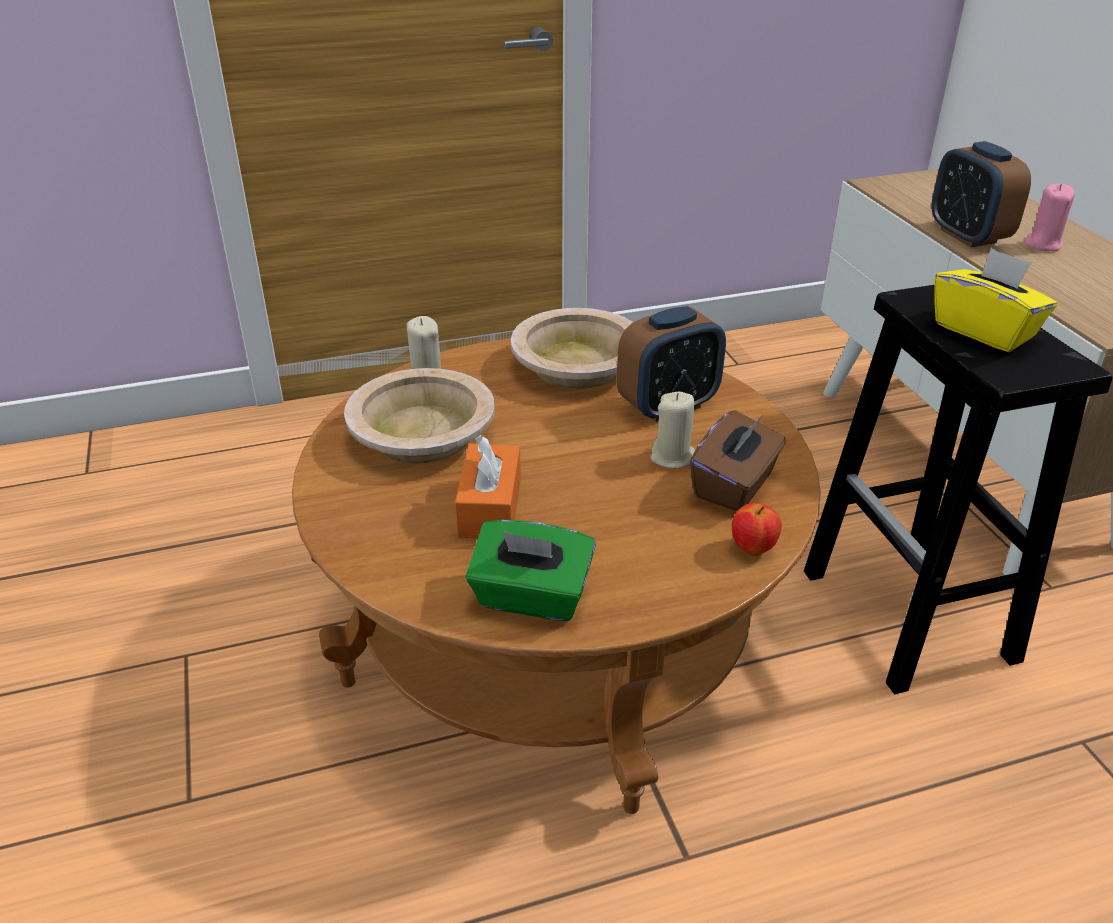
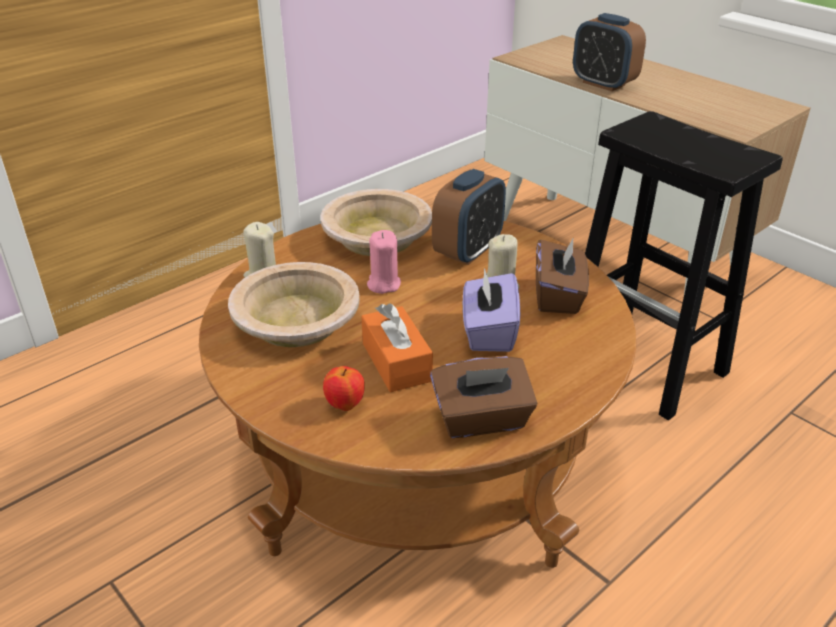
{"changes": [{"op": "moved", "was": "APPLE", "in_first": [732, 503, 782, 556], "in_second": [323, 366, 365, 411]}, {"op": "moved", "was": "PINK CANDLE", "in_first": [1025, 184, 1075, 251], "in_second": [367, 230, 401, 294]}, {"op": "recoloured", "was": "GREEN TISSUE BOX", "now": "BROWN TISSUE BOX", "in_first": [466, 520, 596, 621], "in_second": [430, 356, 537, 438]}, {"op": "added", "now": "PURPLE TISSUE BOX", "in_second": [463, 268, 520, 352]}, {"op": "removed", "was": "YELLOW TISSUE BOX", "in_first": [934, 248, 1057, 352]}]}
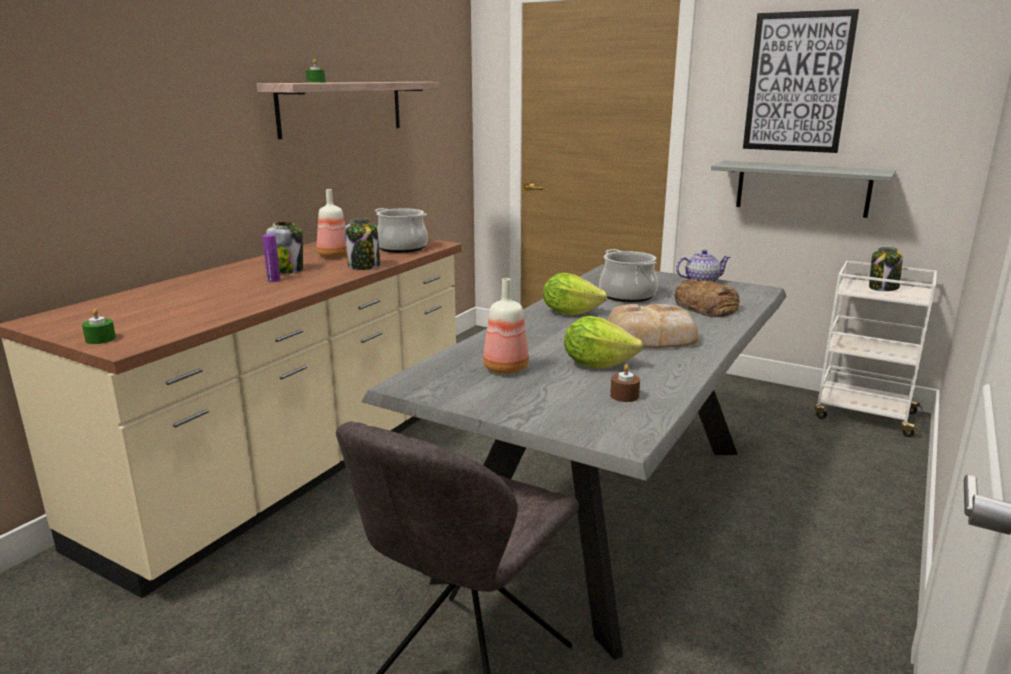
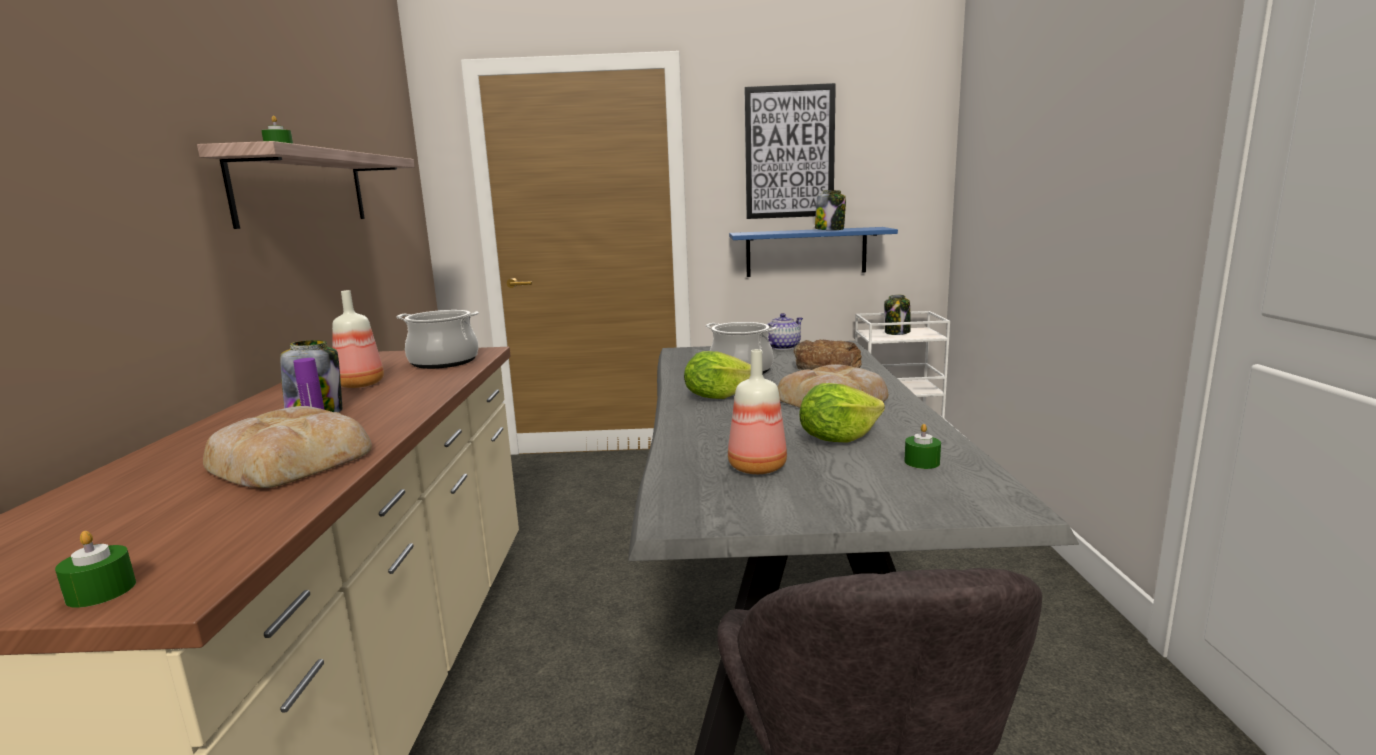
{"changes": [{"op": "added", "now": "BREAD", "in_second": [203, 406, 372, 488]}, {"op": "recoloured", "was": "GREY SHELF", "now": "BLUE SHELF", "in_first": [711, 161, 896, 218], "in_second": [729, 227, 898, 277]}, {"op": "moved", "was": "JAR", "in_first": [345, 218, 380, 270], "in_second": [815, 190, 846, 230]}, {"op": "recoloured", "was": "BROWN CANDLE", "now": "GREEN CANDLE", "in_first": [610, 364, 640, 402], "in_second": [904, 424, 941, 469]}]}
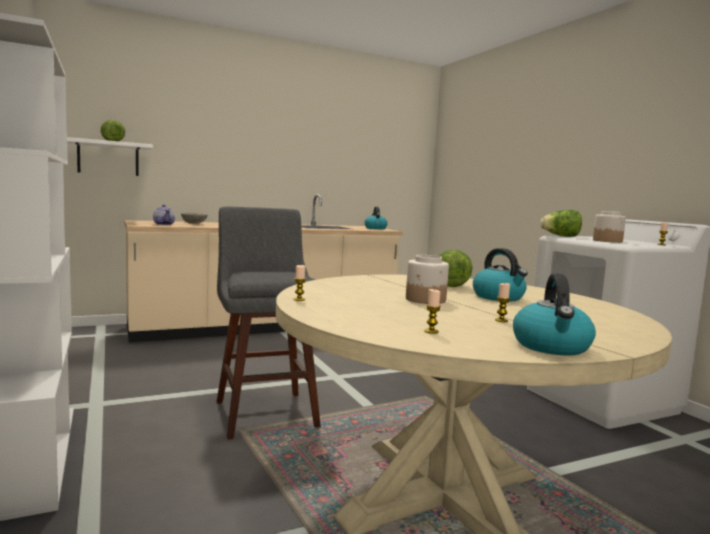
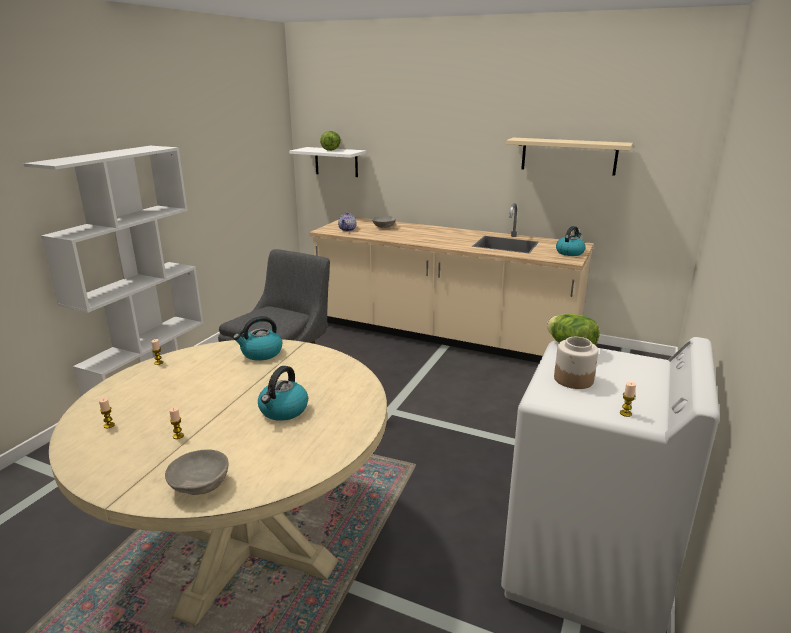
{"changes": [{"op": "added", "now": "GREY BOWL", "in_second": [165, 449, 228, 495]}, {"op": "moved", "was": "KETTLE", "in_first": [513, 273, 596, 355], "in_second": [233, 316, 282, 361]}, {"op": "added", "now": "BEIGE SHELF", "in_second": [506, 138, 633, 176]}, {"op": "removed", "was": "JAR", "in_first": [406, 255, 449, 304]}, {"op": "removed", "was": "LETTUCE", "in_first": [438, 249, 473, 287]}]}
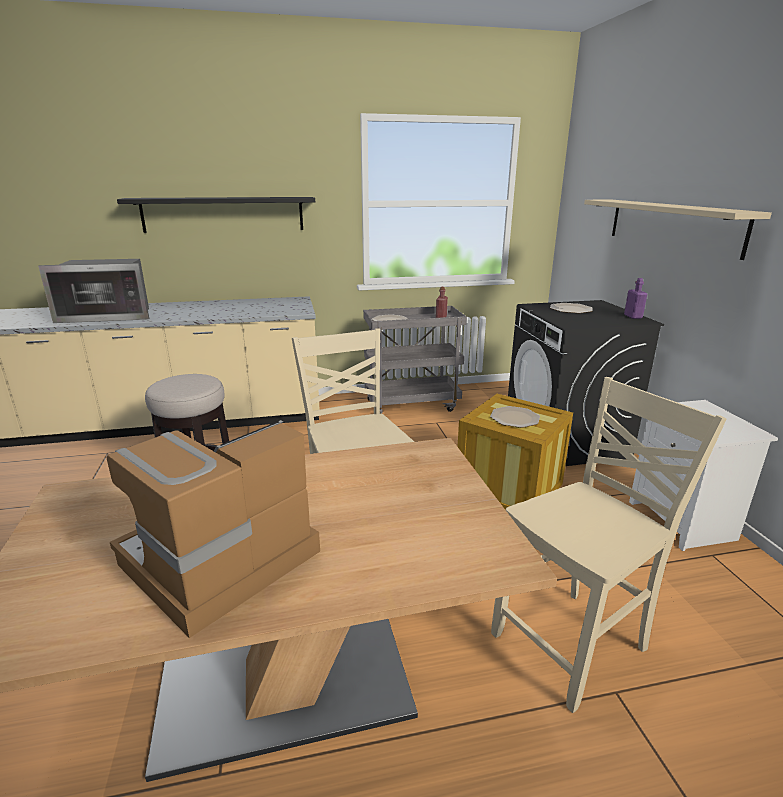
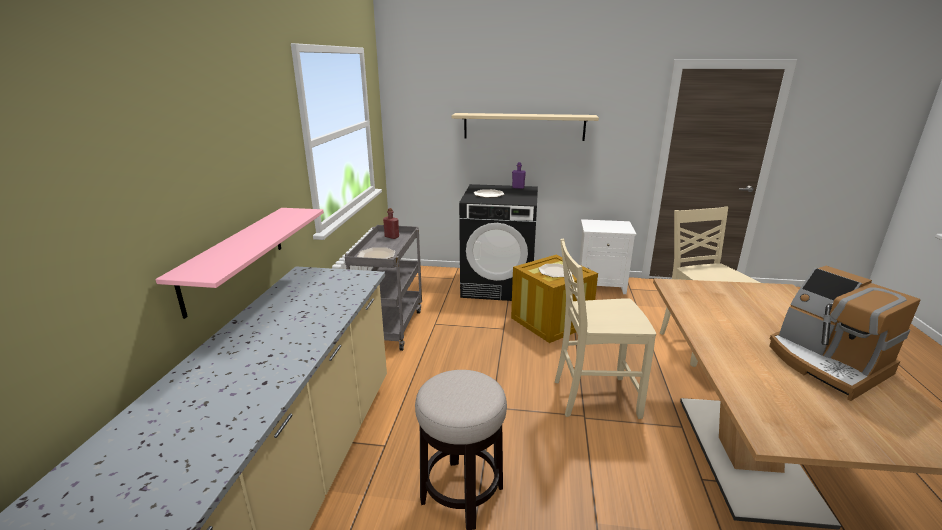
{"changes": [{"op": "added", "now": "PINK SHELF", "in_second": [155, 208, 324, 319]}, {"op": "removed", "was": "MICROWAVE", "in_first": [38, 259, 149, 323]}, {"op": "removed", "was": "BLACK SHELF", "in_first": [117, 197, 315, 233]}]}
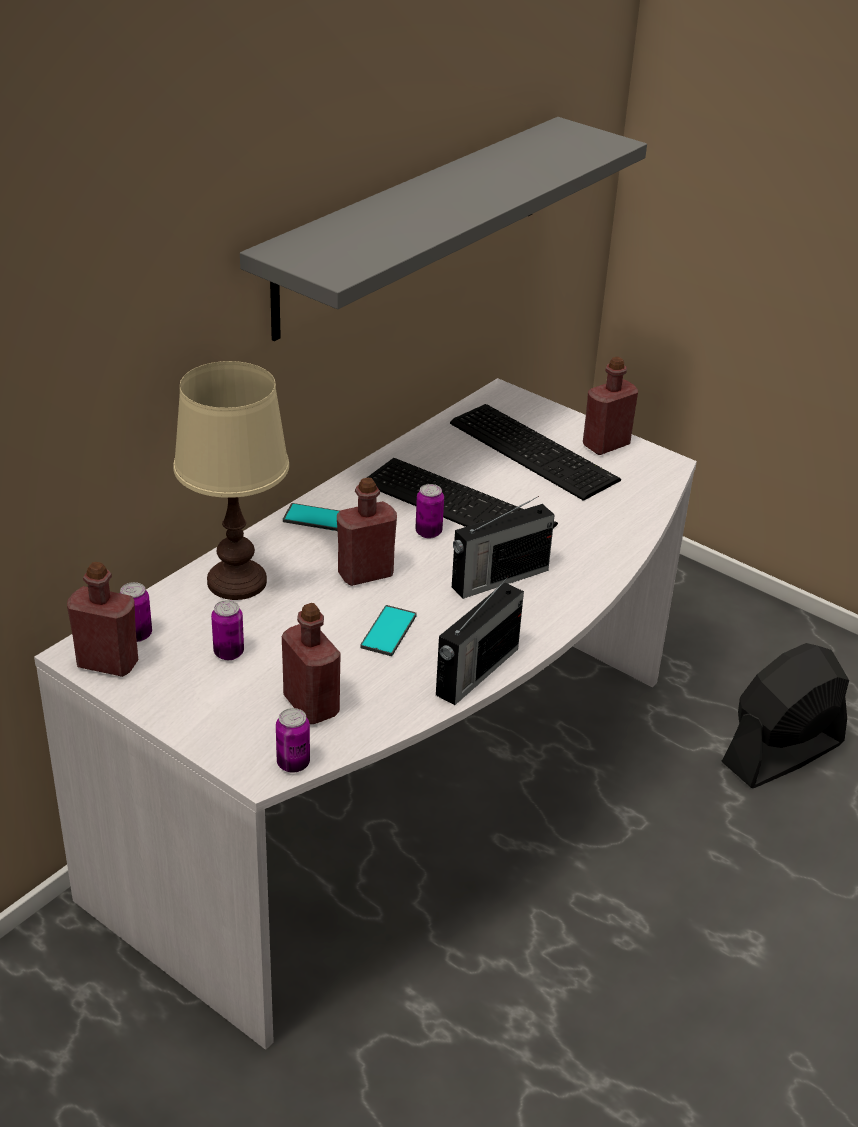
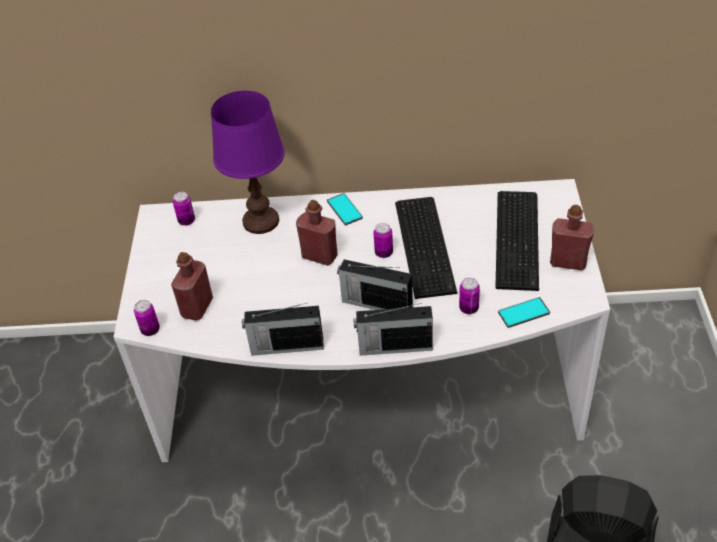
{"changes": [{"op": "recoloured", "was": "BEIGE TABLE LAMP", "now": "PURPLE TABLE LAMP", "in_first": [173, 361, 289, 600], "in_second": [211, 91, 285, 234]}, {"op": "added", "now": "RADIO", "in_second": [353, 303, 433, 356]}, {"op": "moved", "was": "CAN", "in_first": [211, 600, 244, 660], "in_second": [459, 278, 480, 314]}, {"op": "moved", "was": "PHONE", "in_first": [360, 605, 417, 656], "in_second": [498, 297, 550, 328]}, {"op": "removed", "was": "RED BOTTLE", "in_first": [67, 562, 138, 677]}, {"op": "removed", "was": "GREY SHELF", "in_first": [240, 117, 647, 341]}]}
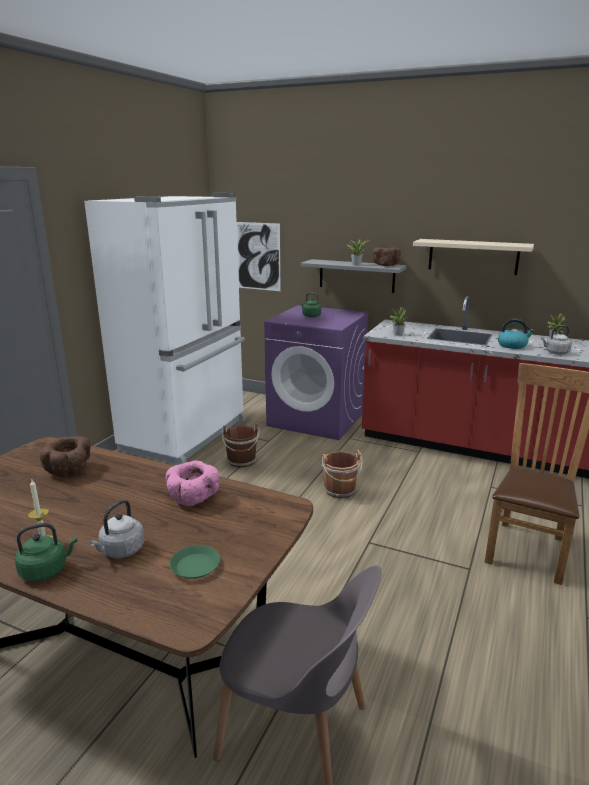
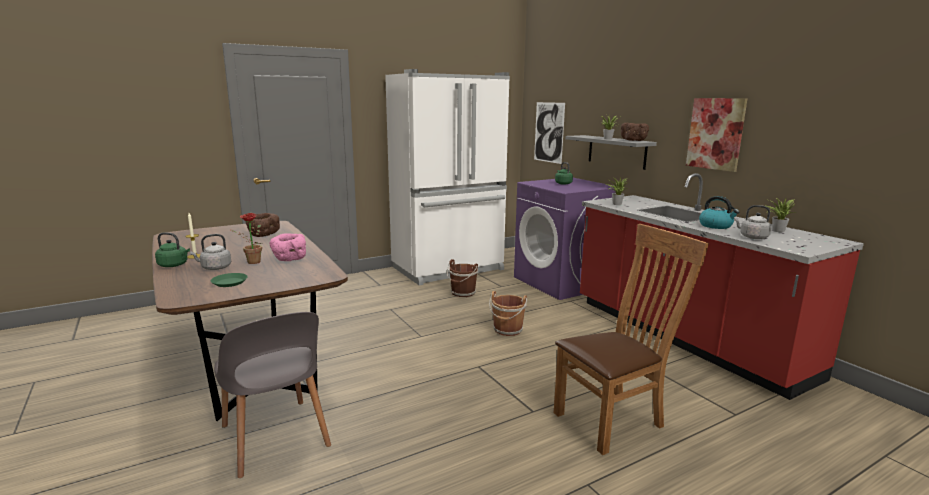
{"changes": [{"op": "added", "now": "POTTED PLANT", "in_second": [231, 213, 262, 264]}, {"op": "replaced", "was": "BEIGE SHELF", "now": "PICTURE", "in_first": [413, 239, 534, 275], "in_second": [686, 98, 747, 172]}]}
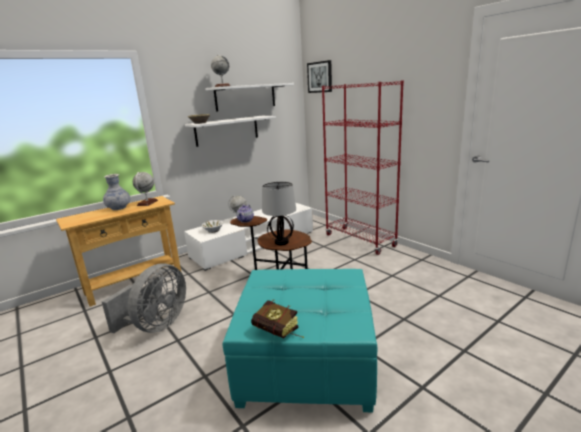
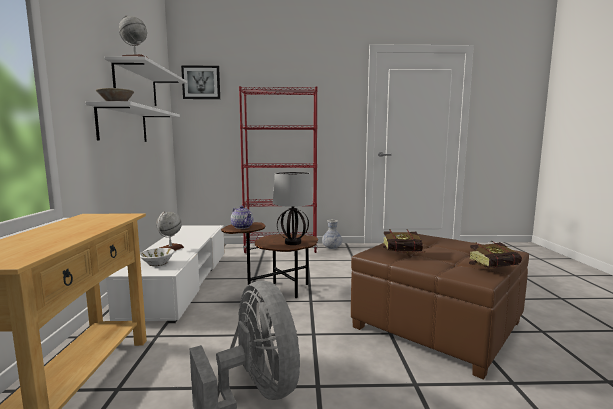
{"changes": [{"op": "moved", "was": "VASE", "in_first": [103, 174, 130, 210], "in_second": [322, 220, 342, 249]}, {"op": "recoloured", "was": "TURQUOISE OTTOMAN", "now": "BROWN OTTOMAN", "in_first": [222, 269, 377, 413], "in_second": [351, 234, 529, 380]}, {"op": "added", "now": "BOOK", "in_second": [383, 230, 426, 253]}, {"op": "removed", "was": "GLOBE", "in_first": [133, 172, 158, 206]}]}
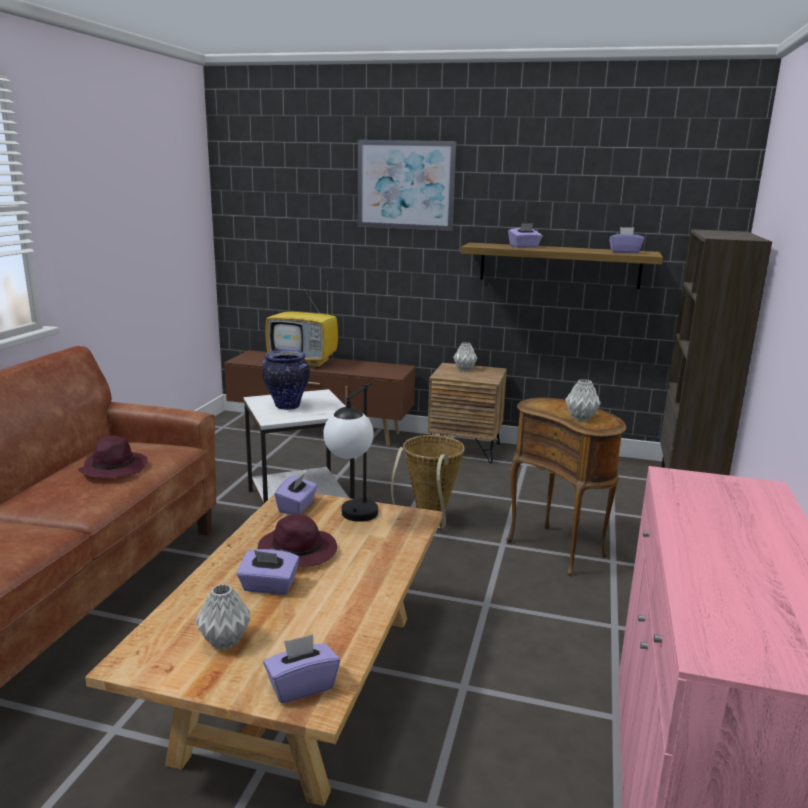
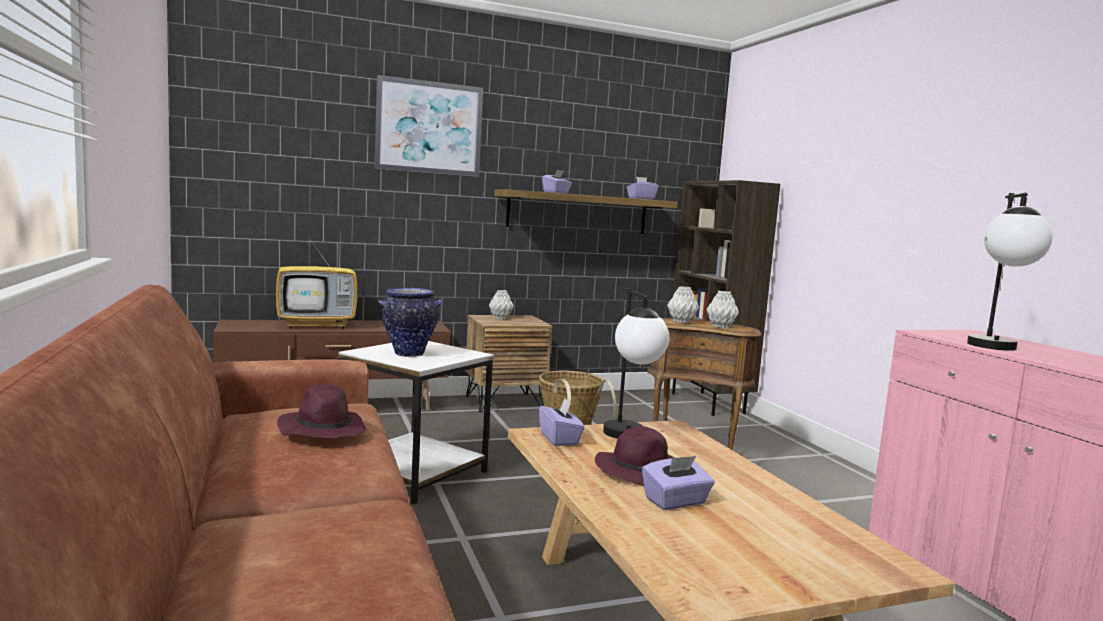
{"changes": [{"op": "moved", "was": "GREY VASE", "in_first": [196, 584, 251, 650], "in_second": [667, 286, 699, 323]}, {"op": "added", "now": "TABLE LAMP", "in_second": [967, 193, 1053, 351]}, {"op": "removed", "was": "PURPLE TISSUE BOX", "in_first": [263, 634, 340, 703]}]}
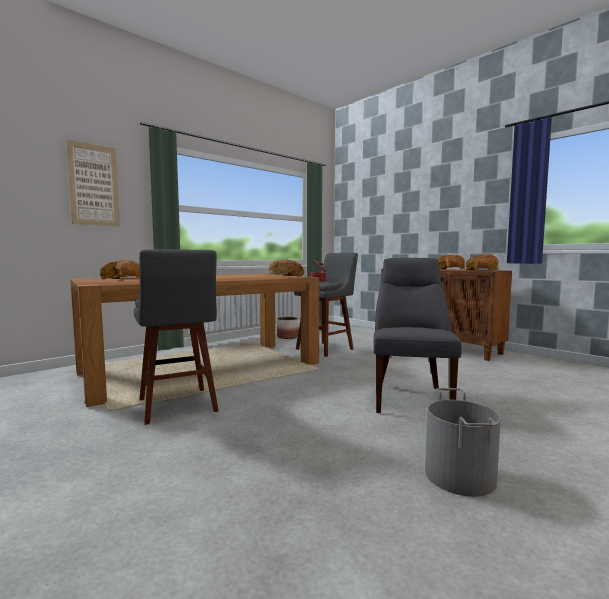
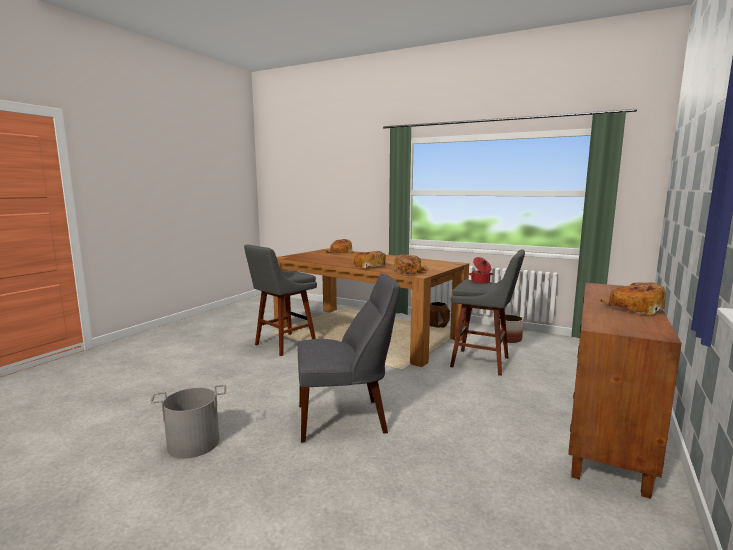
{"changes": [{"op": "moved", "was": "BREAD", "in_first": [465, 255, 498, 270], "in_second": [352, 251, 386, 268]}, {"op": "added", "now": "BROWN PLANTER", "in_second": [430, 302, 450, 328]}, {"op": "removed", "was": "PICTURE", "in_first": [66, 140, 120, 226]}]}
